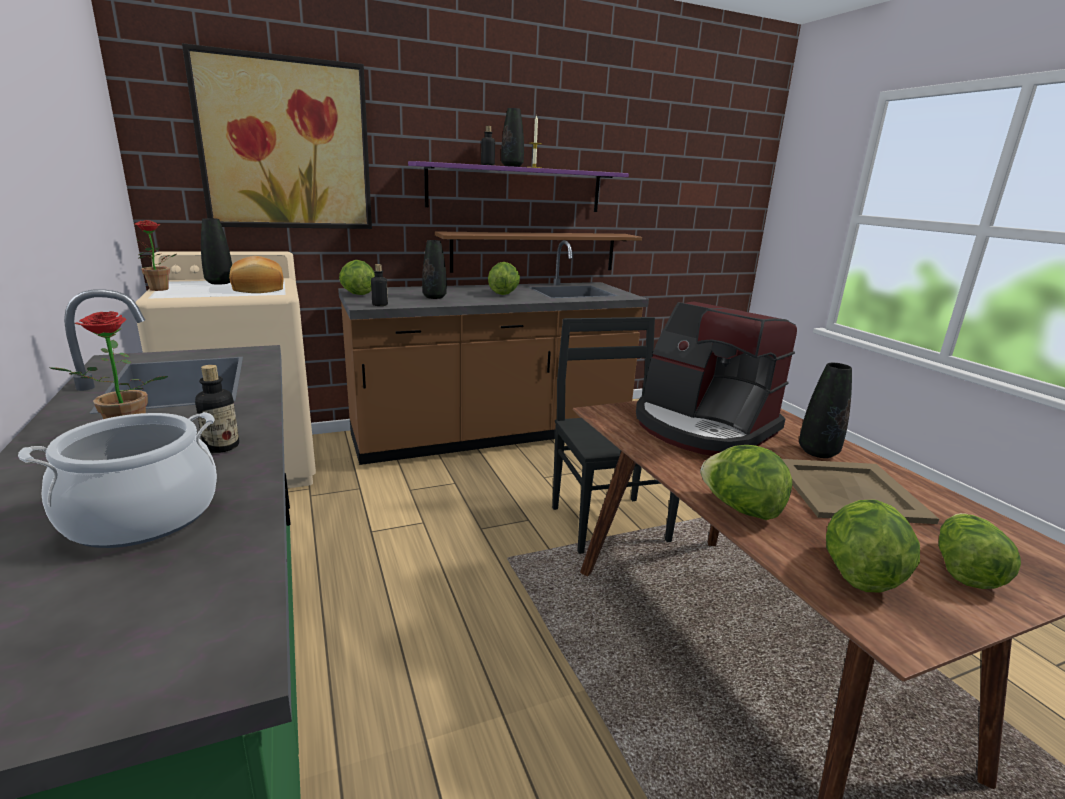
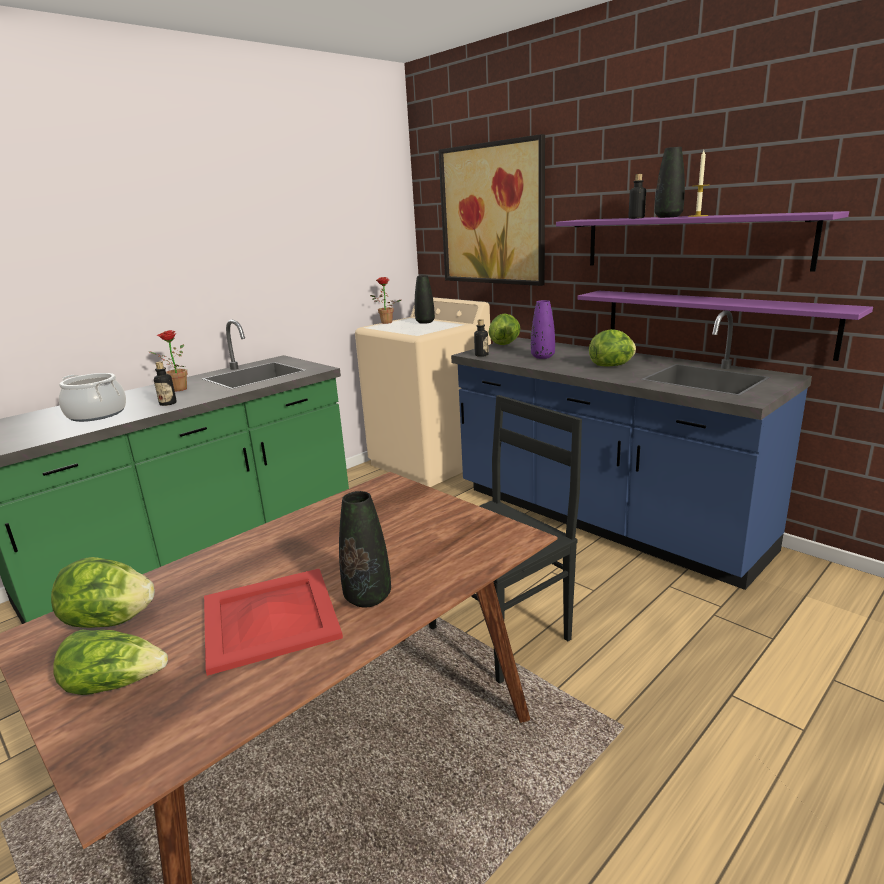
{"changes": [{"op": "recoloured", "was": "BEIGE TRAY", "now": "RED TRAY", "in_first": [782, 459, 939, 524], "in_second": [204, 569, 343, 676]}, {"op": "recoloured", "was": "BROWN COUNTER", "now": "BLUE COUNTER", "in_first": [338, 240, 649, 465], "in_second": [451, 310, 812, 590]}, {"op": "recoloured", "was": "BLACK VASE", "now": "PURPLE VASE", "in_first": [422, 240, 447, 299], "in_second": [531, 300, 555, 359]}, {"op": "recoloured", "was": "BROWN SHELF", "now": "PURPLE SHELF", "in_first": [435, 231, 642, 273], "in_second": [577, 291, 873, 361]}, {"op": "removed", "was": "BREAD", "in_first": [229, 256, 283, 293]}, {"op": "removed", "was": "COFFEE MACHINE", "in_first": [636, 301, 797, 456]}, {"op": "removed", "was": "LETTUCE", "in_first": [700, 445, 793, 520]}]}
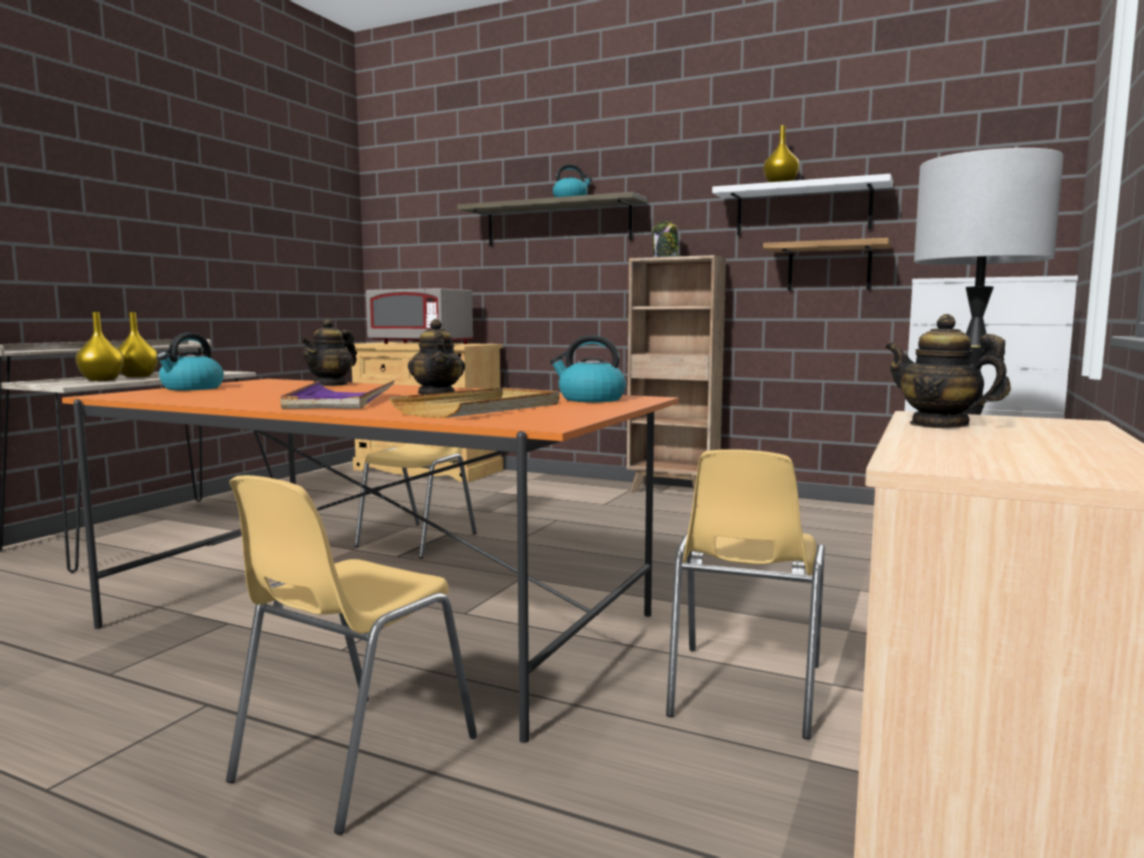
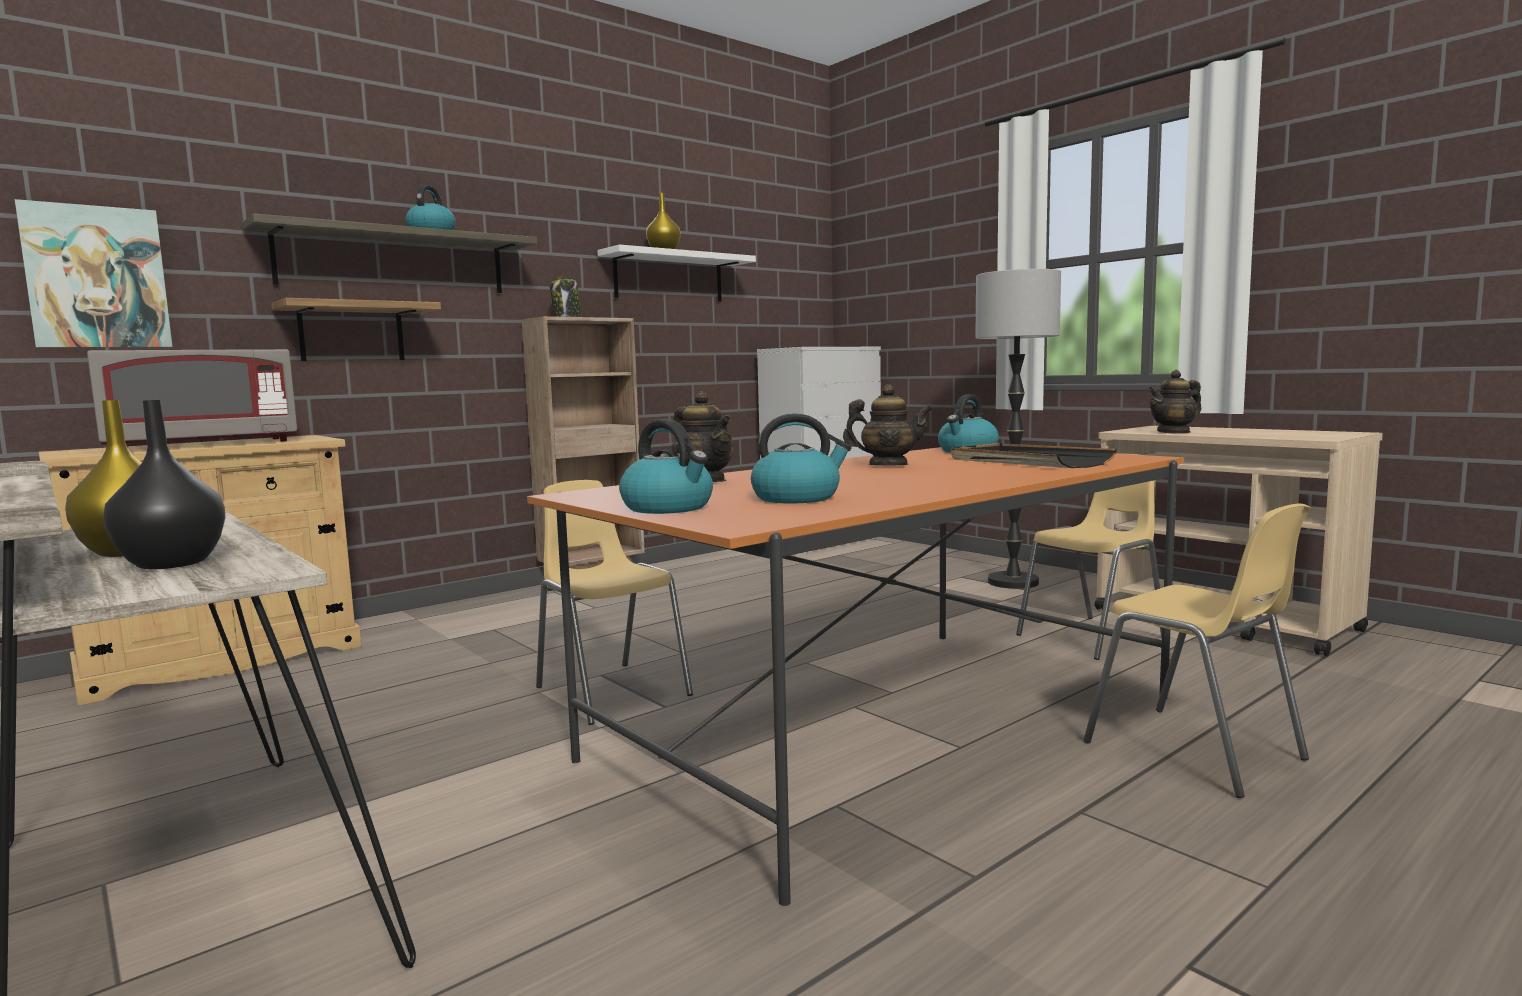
{"changes": [{"op": "added", "now": "PICTURE", "in_second": [15, 199, 173, 348]}, {"op": "recoloured", "was": "YELLOW VASE", "now": "BLACK VASE", "in_first": [75, 312, 124, 381], "in_second": [103, 400, 226, 569]}, {"op": "moved", "was": "SHELF", "in_first": [763, 238, 892, 291], "in_second": [271, 298, 441, 361]}, {"op": "added", "now": "KETTLE", "in_second": [751, 413, 852, 504]}, {"op": "recoloured", "was": "BEIGE TRAY", "now": "BLACK TRAY", "in_first": [389, 388, 560, 418], "in_second": [951, 443, 1117, 468]}, {"op": "turned", "was": "YELLOW CHAIR", "in_first": [666, 449, 825, 740], "in_second": [1016, 453, 1162, 660], "clockwise": -75}, {"op": "removed", "was": "PURPLE TRAY", "in_first": [280, 380, 395, 409]}]}
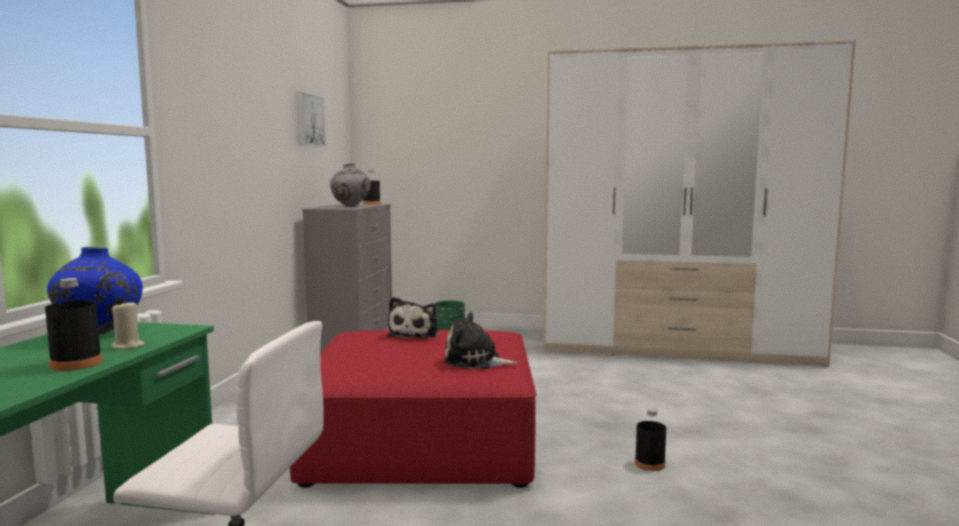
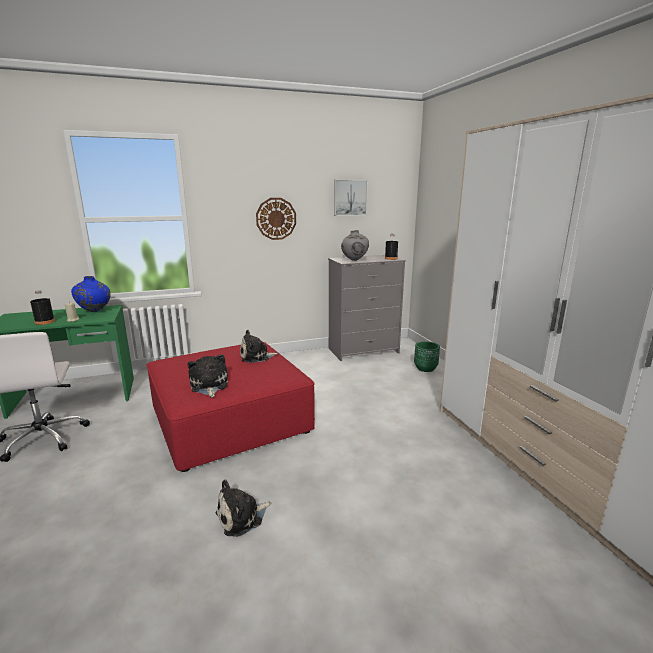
{"changes": [{"op": "replaced", "was": "BLACK BOTTLE", "now": "PLUSH TOY", "in_first": [635, 408, 666, 471], "in_second": [216, 480, 271, 537]}, {"op": "added", "now": "WALL CLOCK", "in_second": [256, 198, 296, 240]}]}
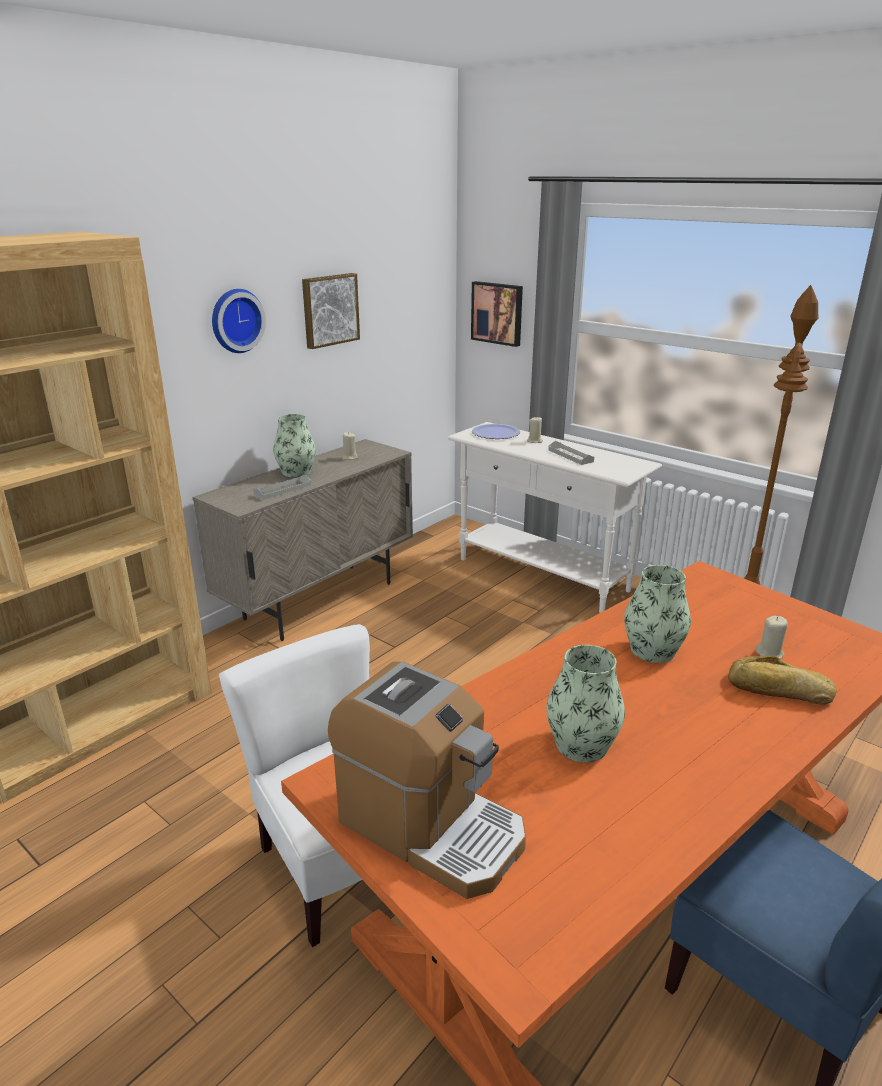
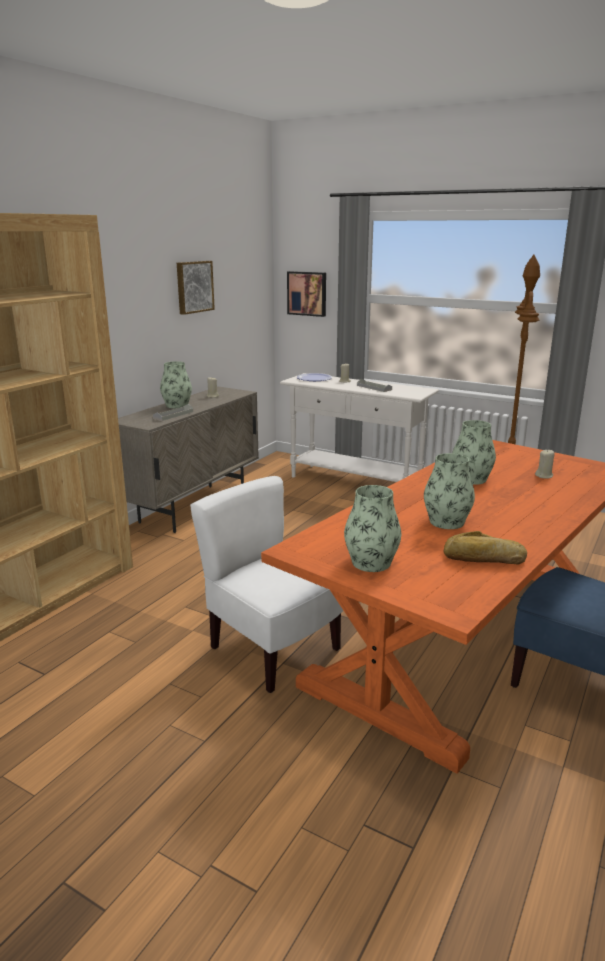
{"changes": [{"op": "replaced", "was": "COFFEE MACHINE", "now": "VASE", "in_first": [328, 661, 526, 899], "in_second": [344, 485, 401, 572]}, {"op": "moved", "was": "BREAD", "in_first": [728, 656, 837, 705], "in_second": [443, 531, 527, 564]}, {"op": "removed", "was": "WALL CLOCK", "in_first": [212, 289, 266, 353]}]}
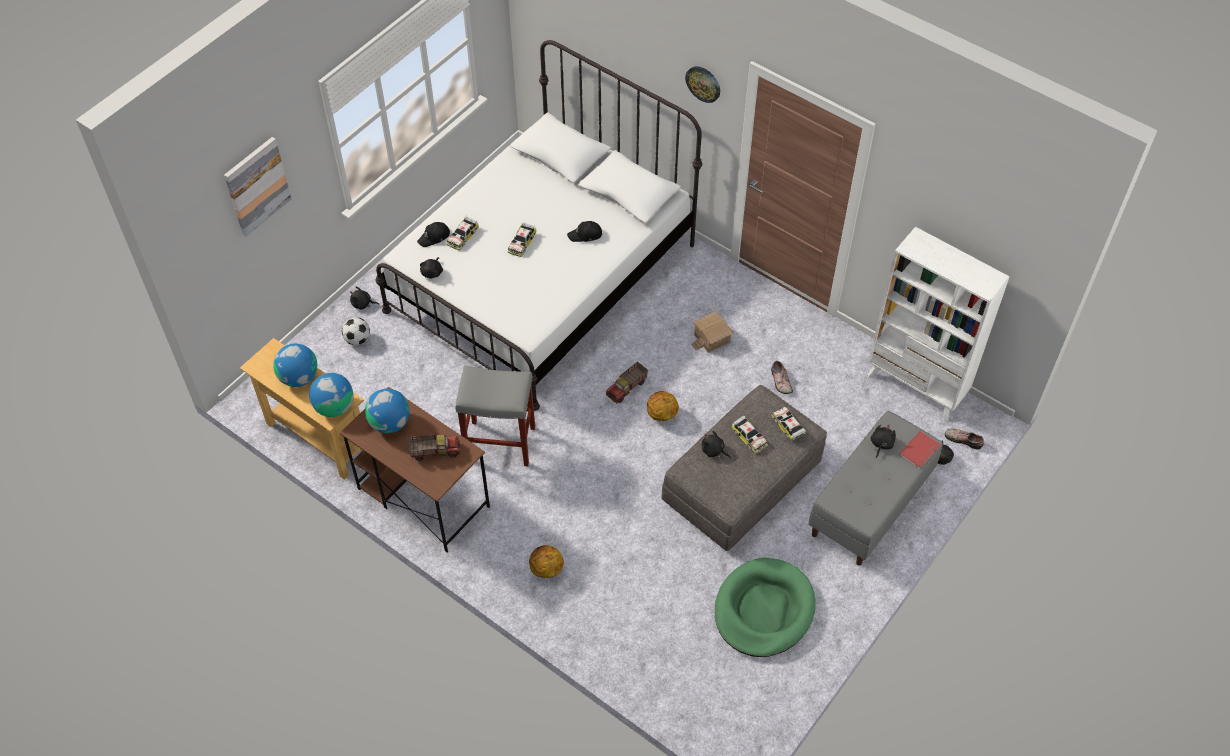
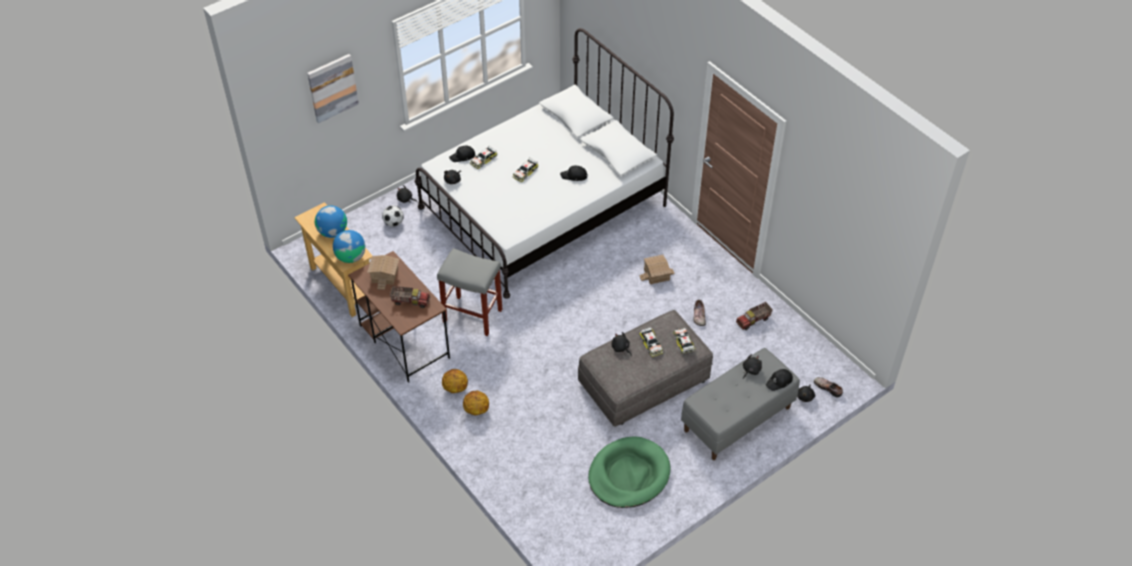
{"changes": [{"op": "replaced", "was": "GLOBE", "now": "TOY HOUSE", "in_first": [365, 389, 409, 433], "in_second": [367, 255, 399, 290]}, {"op": "moved", "was": "BASKETBALL", "in_first": [647, 391, 679, 421], "in_second": [442, 369, 468, 393]}, {"op": "moved", "was": "TOY TRUCK", "in_first": [606, 362, 648, 403], "in_second": [736, 302, 773, 330]}, {"op": "replaced", "was": "RED BOOK", "now": "BLACK CAP", "in_first": [899, 431, 941, 469], "in_second": [766, 369, 793, 391]}, {"op": "removed", "was": "WALL CLOCK", "in_first": [685, 66, 720, 103]}, {"op": "removed", "was": "WHITE BOOKCASE", "in_first": [867, 227, 1010, 421]}]}
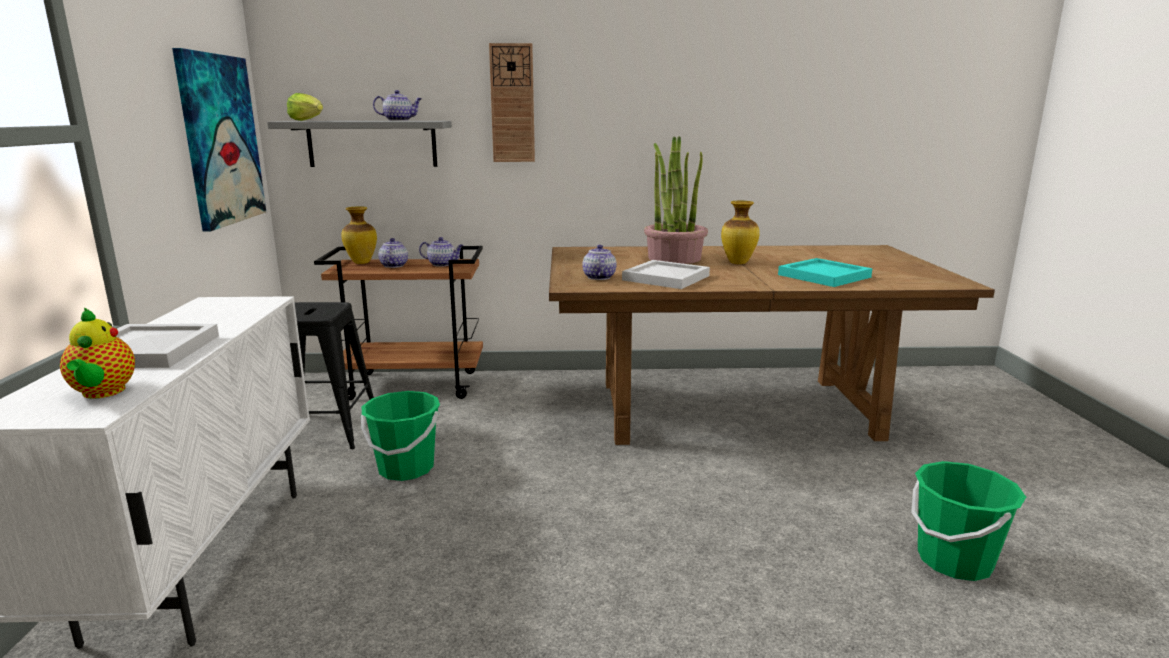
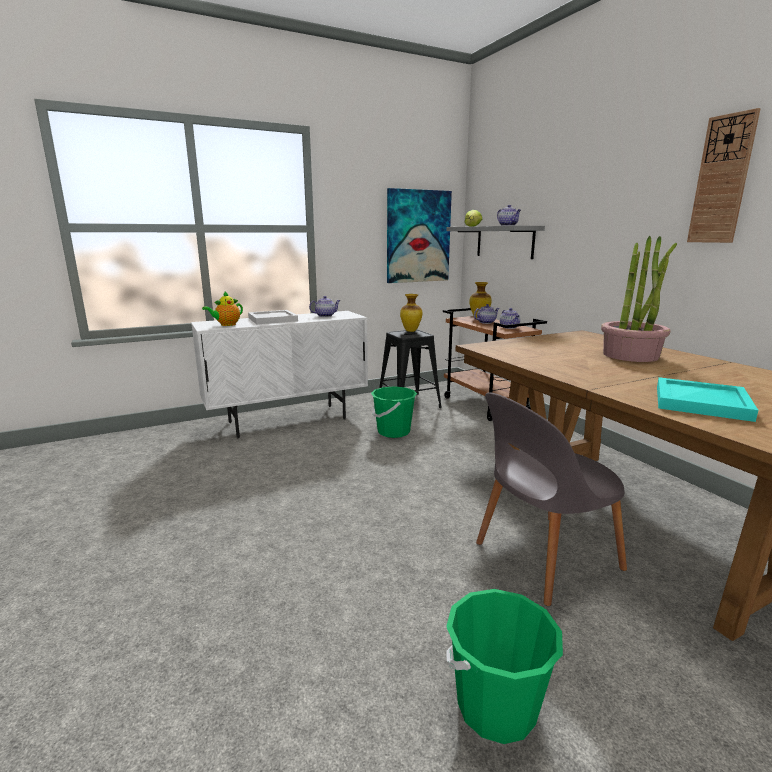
{"changes": [{"op": "moved", "was": "TEAPOT", "in_first": [582, 245, 617, 280], "in_second": [309, 296, 340, 317]}, {"op": "moved", "was": "VASE", "in_first": [721, 201, 760, 264], "in_second": [400, 294, 422, 332]}, {"op": "added", "now": "GREY CHAIR", "in_second": [476, 392, 627, 606]}, {"op": "moved", "was": "WALL CLOCK", "in_first": [489, 43, 535, 162], "in_second": [687, 108, 761, 243]}, {"op": "removed", "was": "WHITE TRAY", "in_first": [622, 260, 710, 289]}]}
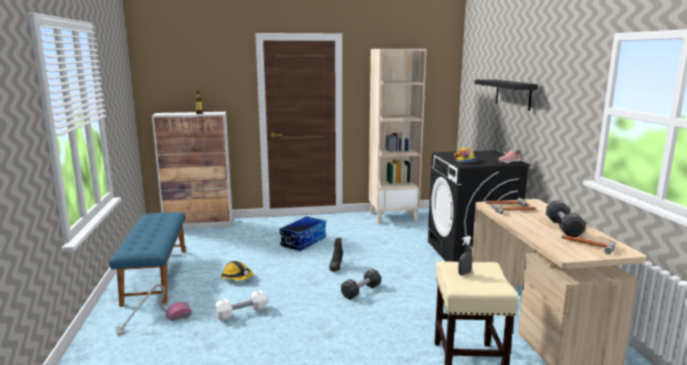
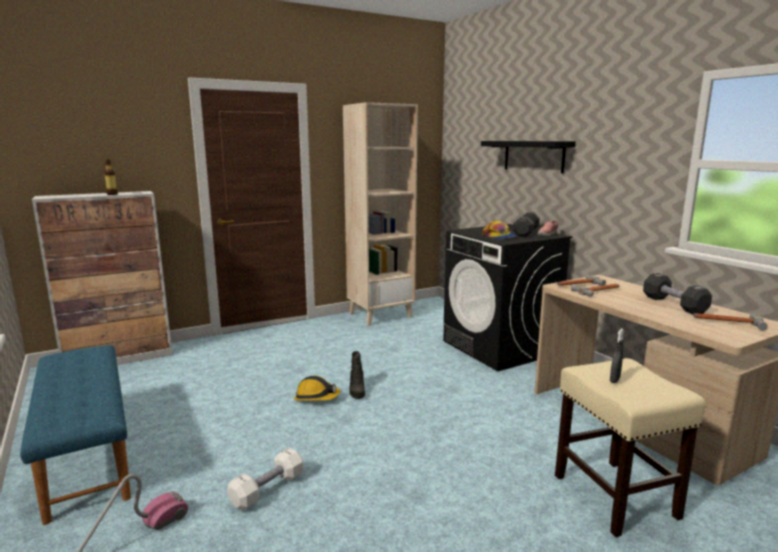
{"changes": [{"op": "moved", "was": "HARD HAT", "in_first": [220, 261, 253, 280], "in_second": [294, 376, 341, 401]}, {"op": "moved", "was": "BLACK DUMBBELL", "in_first": [341, 269, 381, 300], "in_second": [513, 212, 540, 237]}, {"op": "removed", "was": "STORAGE BOX", "in_first": [279, 216, 326, 251]}]}
